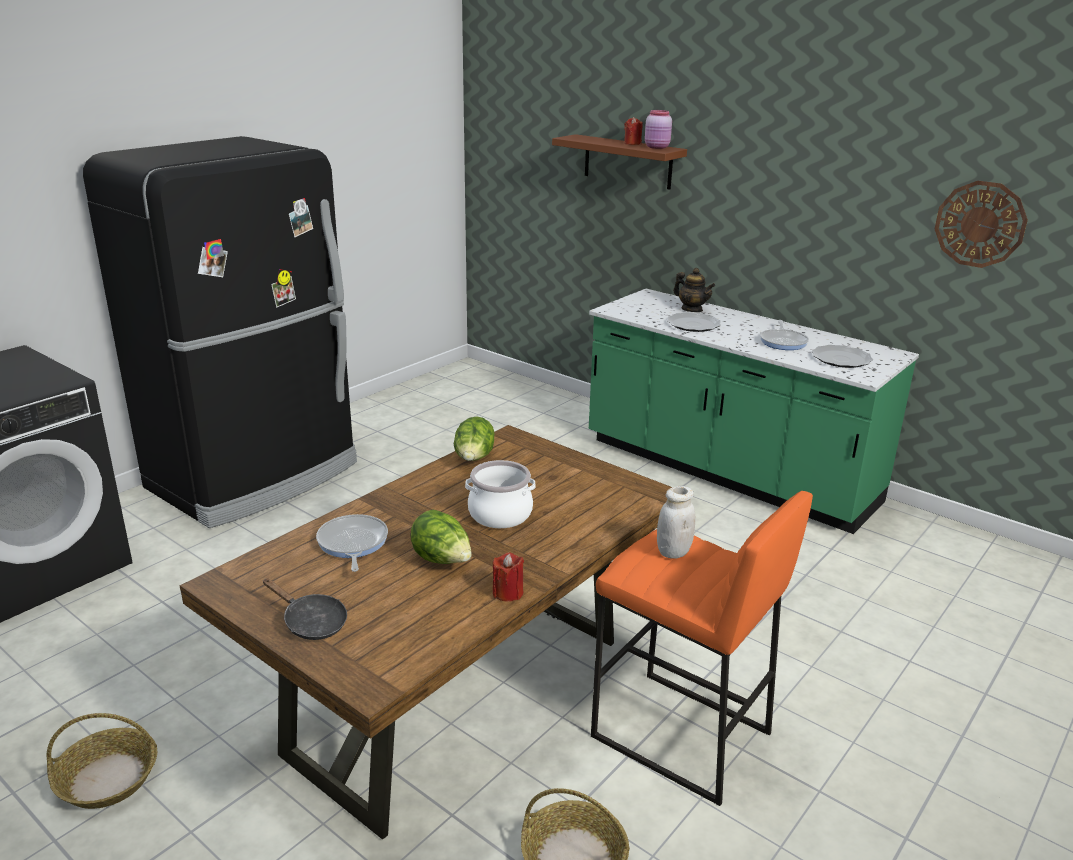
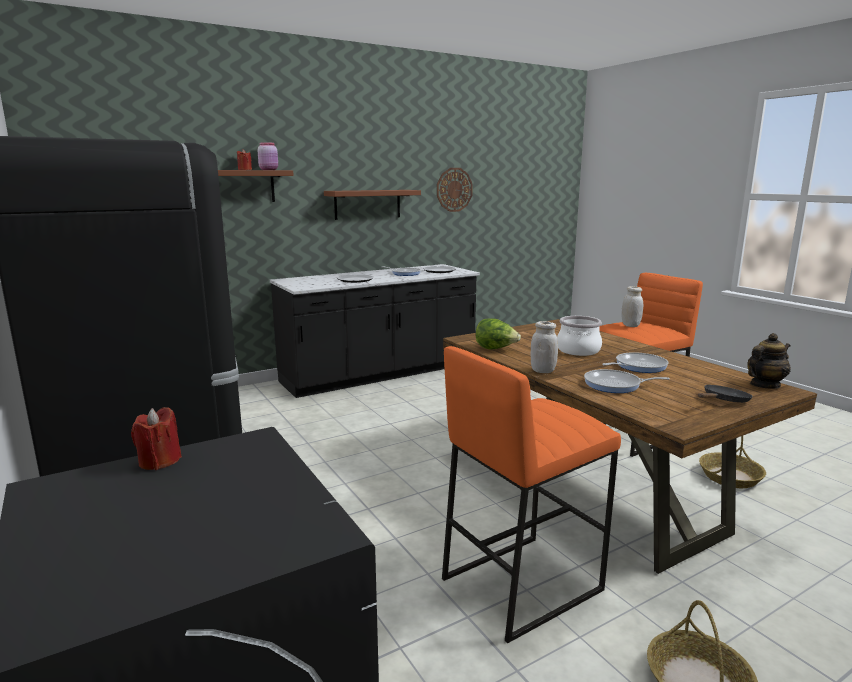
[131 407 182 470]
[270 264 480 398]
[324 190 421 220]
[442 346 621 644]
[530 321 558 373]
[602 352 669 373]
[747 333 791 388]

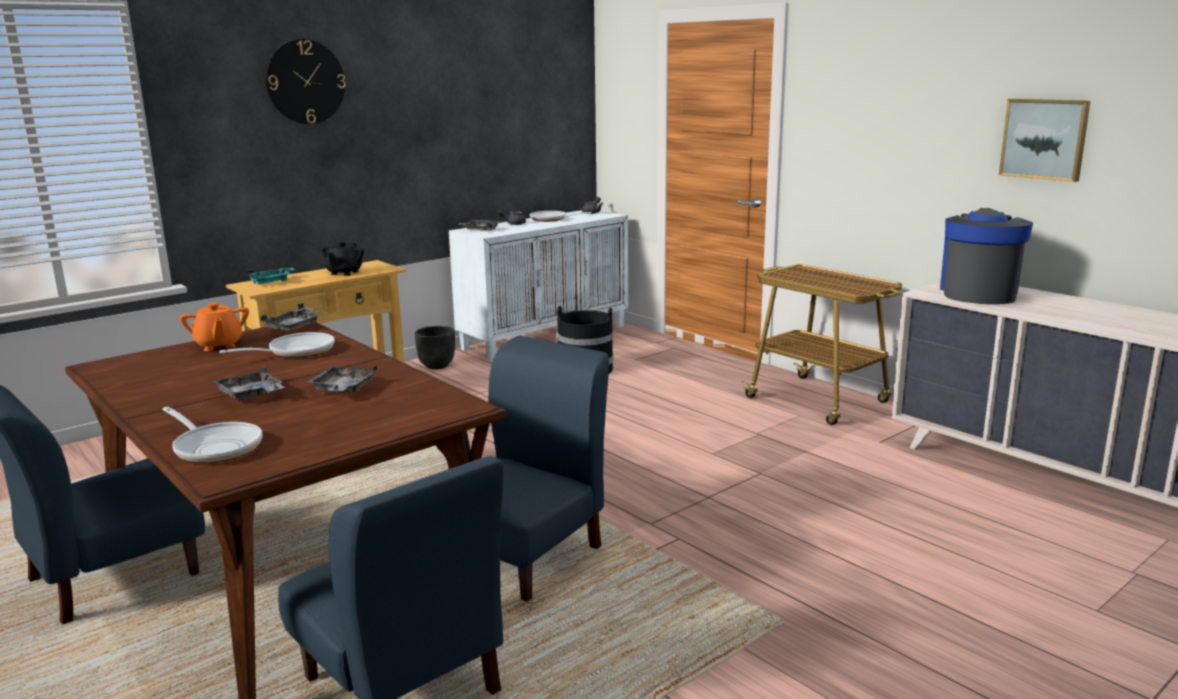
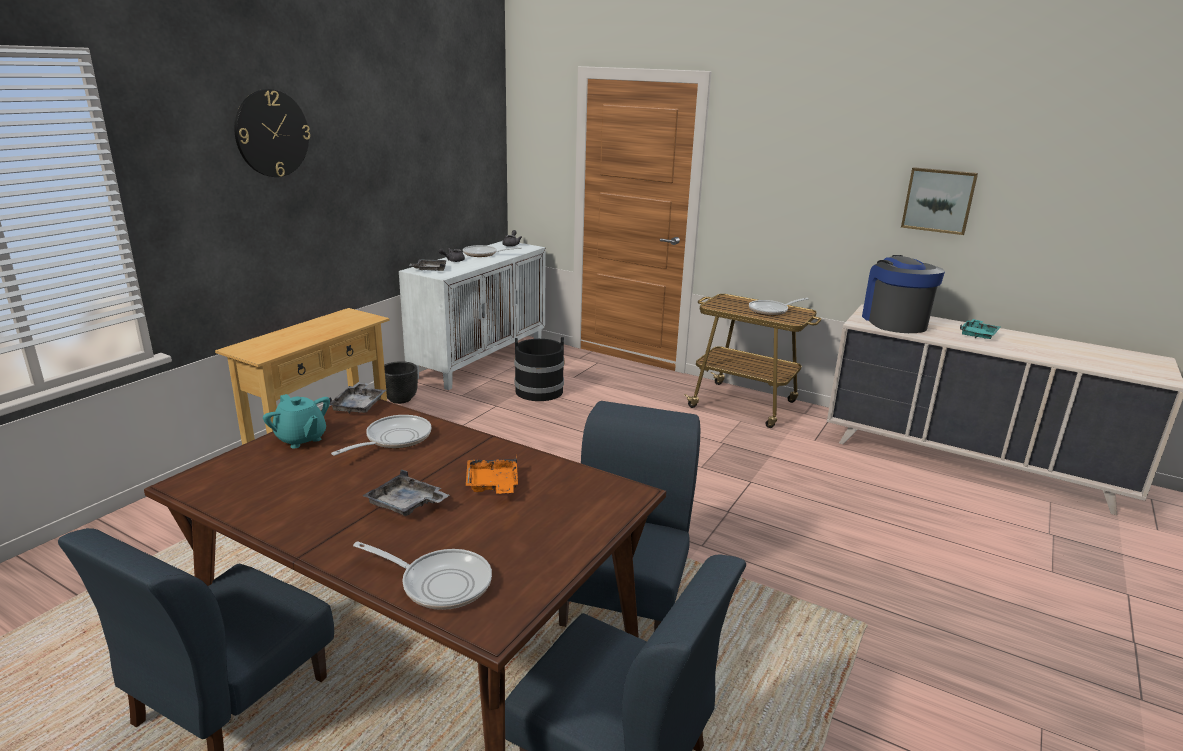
[263 394 330 449]
[466 455 518 494]
[749 298 809 316]
[960 319 1000 339]
[321 241 364 276] (first image)

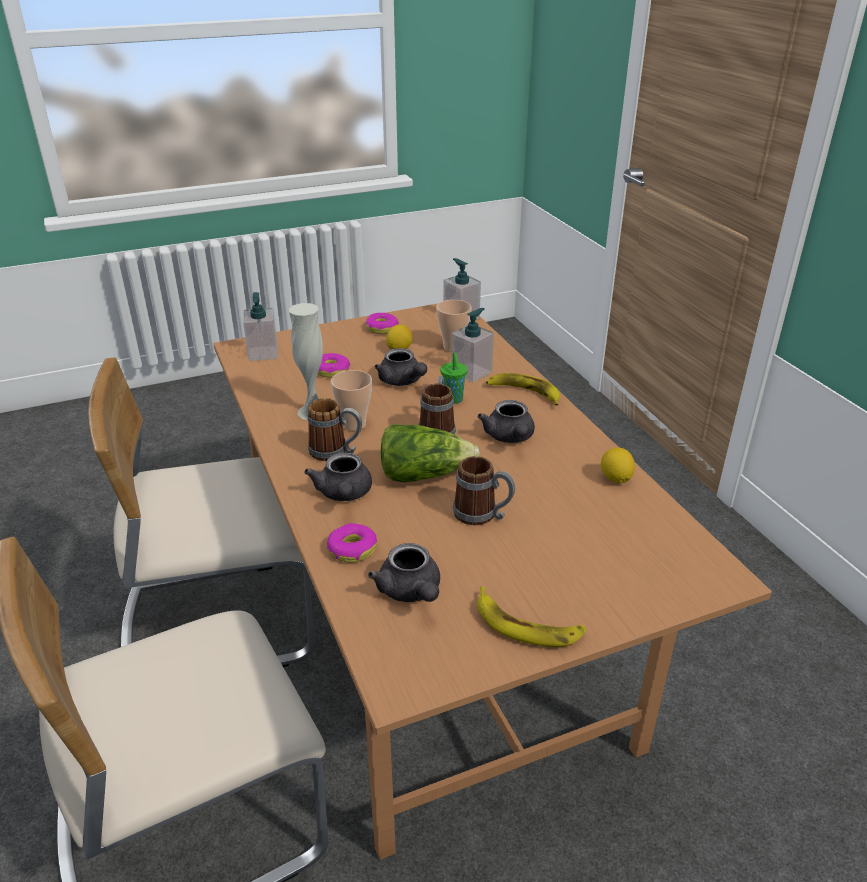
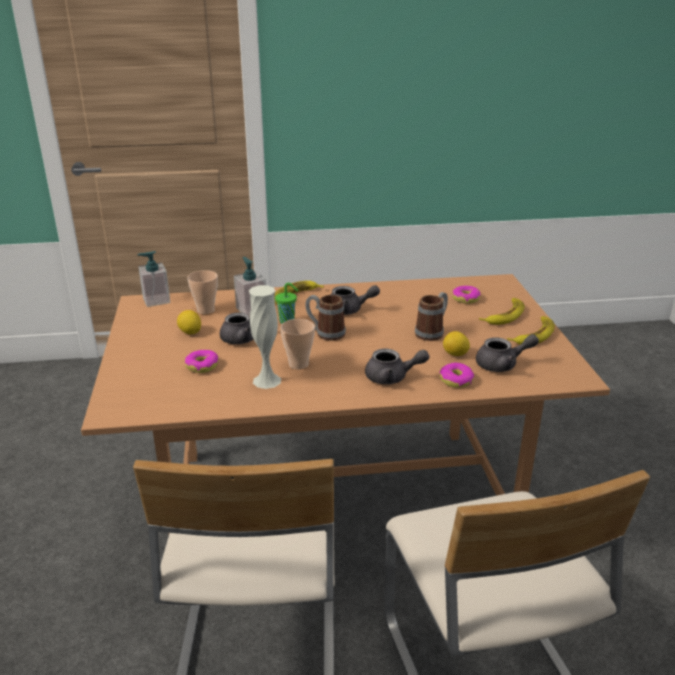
[443 331 470 356]
[452 286 480 304]
[479 298 525 325]
[243 292 278 361] (first image)
[308 398 362 461] (first image)
[380 424 480 482] (first image)

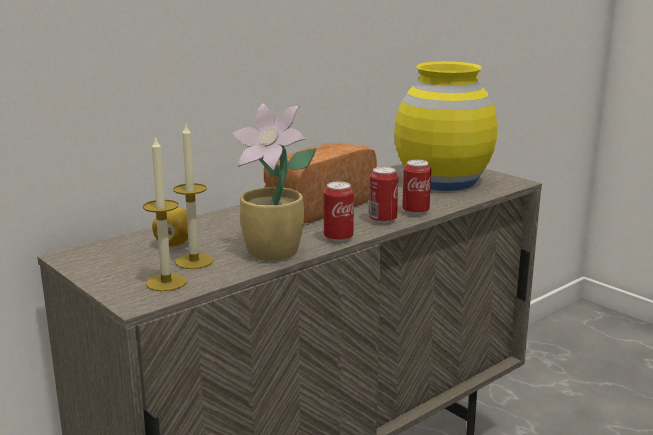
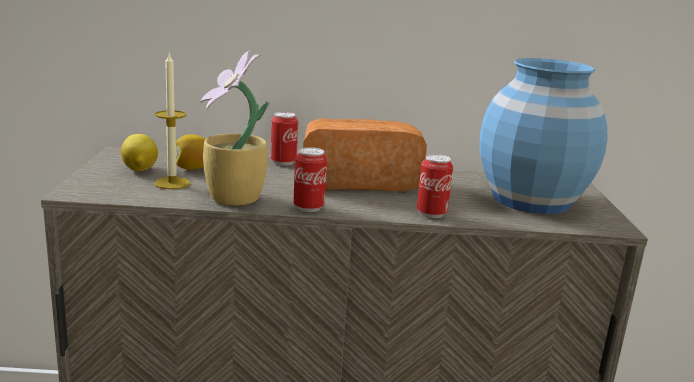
[121 134 158 171]
[271 112 298 166]
[480 58 608 214]
[143 136 187 291] (first image)

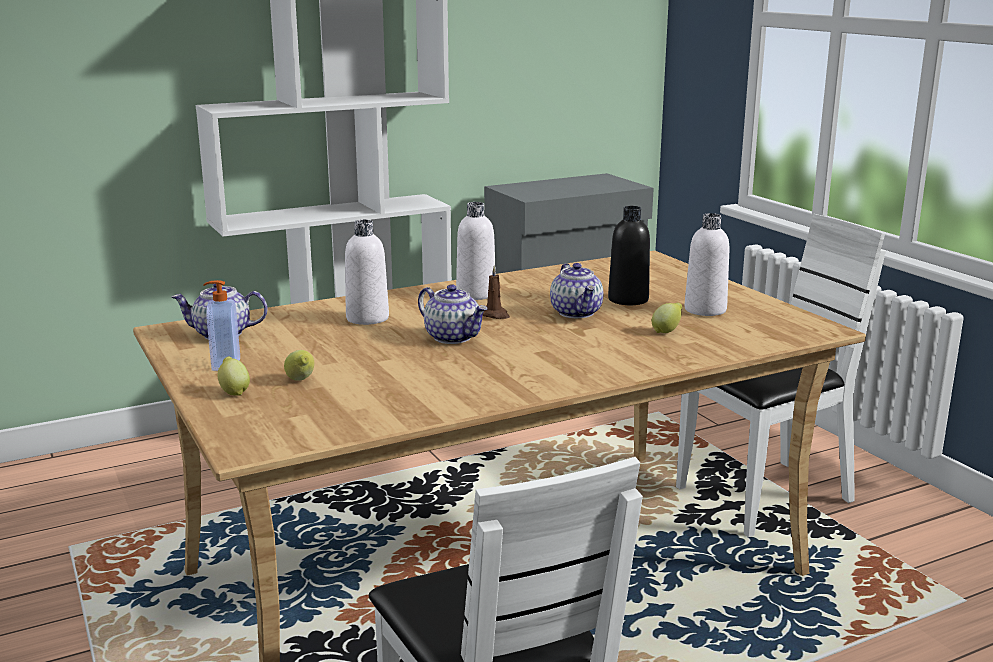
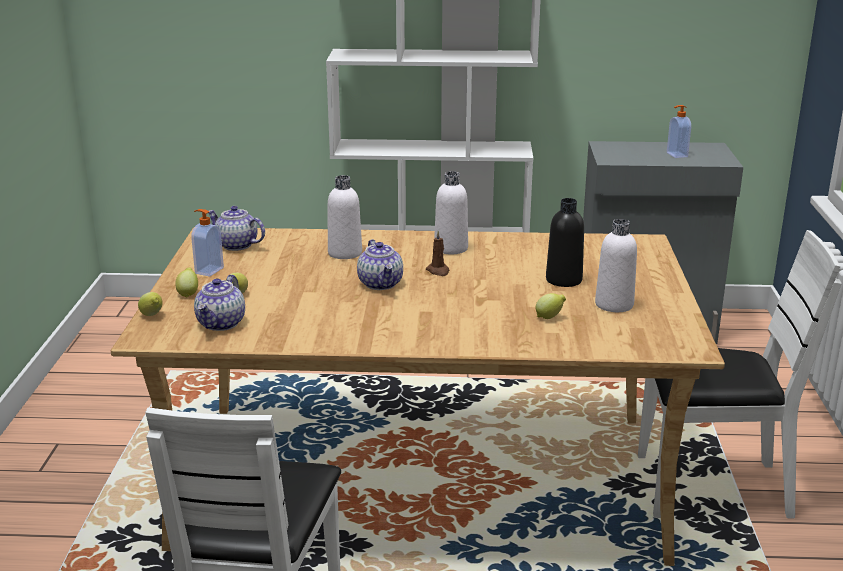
[138 292 163 316]
[194 274 245 331]
[667 105 691 158]

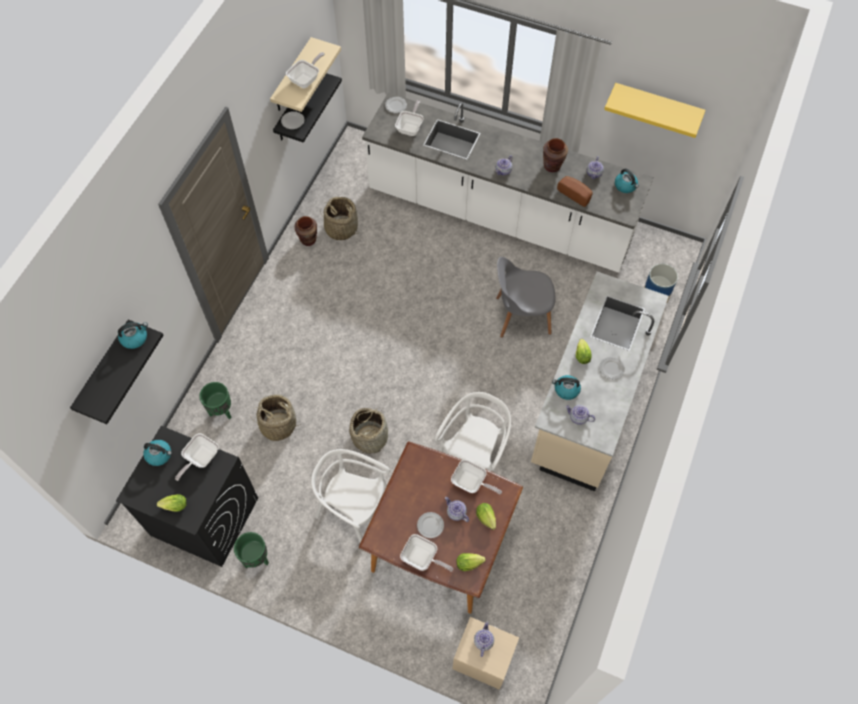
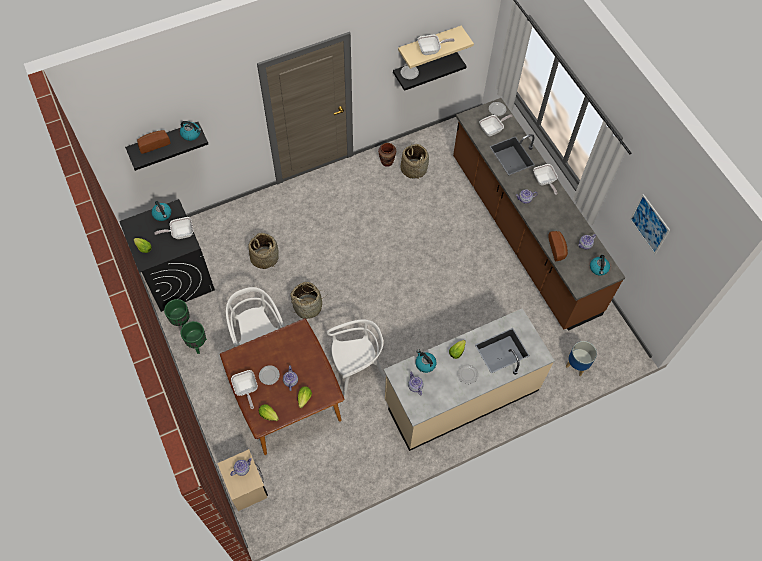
[137 130 171 154]
[181 321 207 354]
[453 98 626 331]
[533 164 558 195]
[630 194 670 254]
[496 257 556 338] (first image)
[543 138 568 172] (first image)

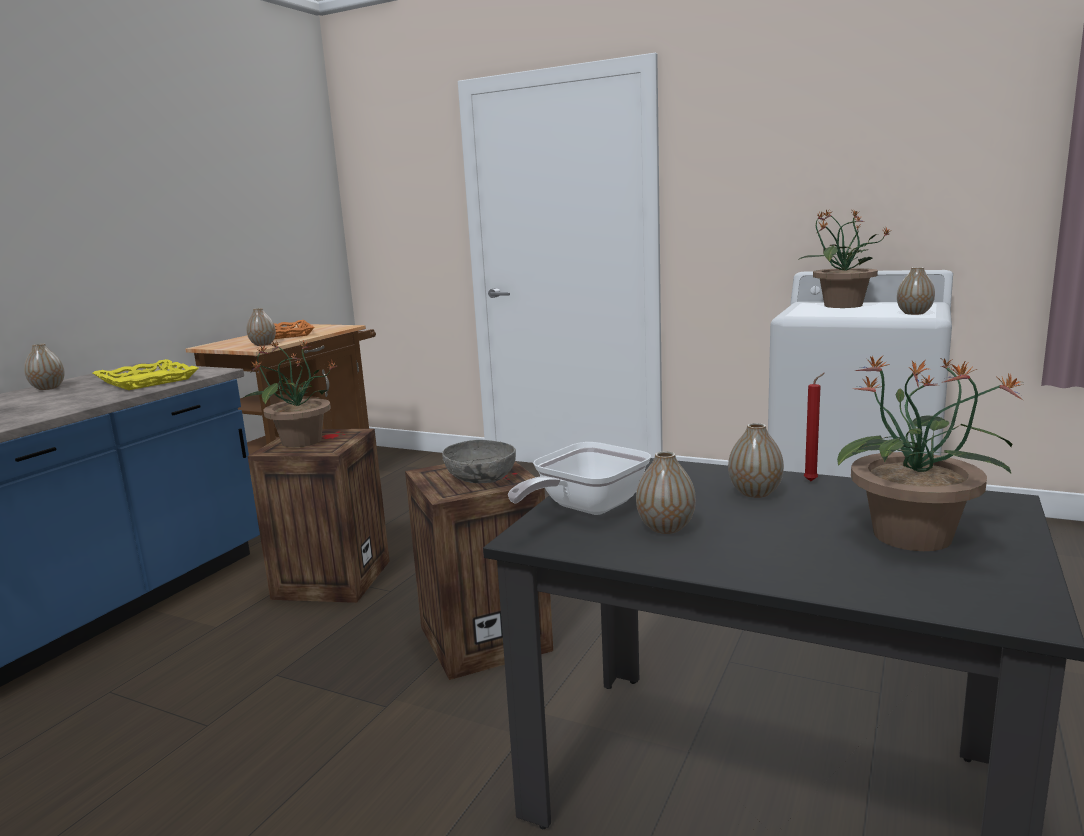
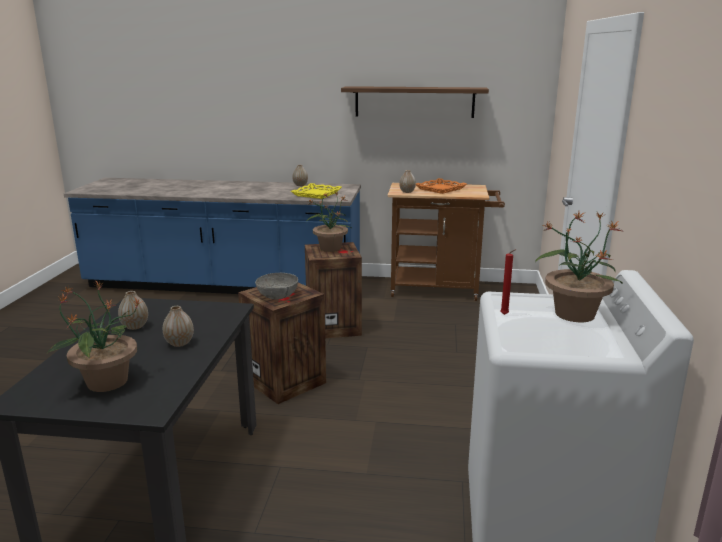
[341 86 489 118]
[500 249 516 315]
[508 442 651 515] (first image)
[897 267 935 315] (first image)

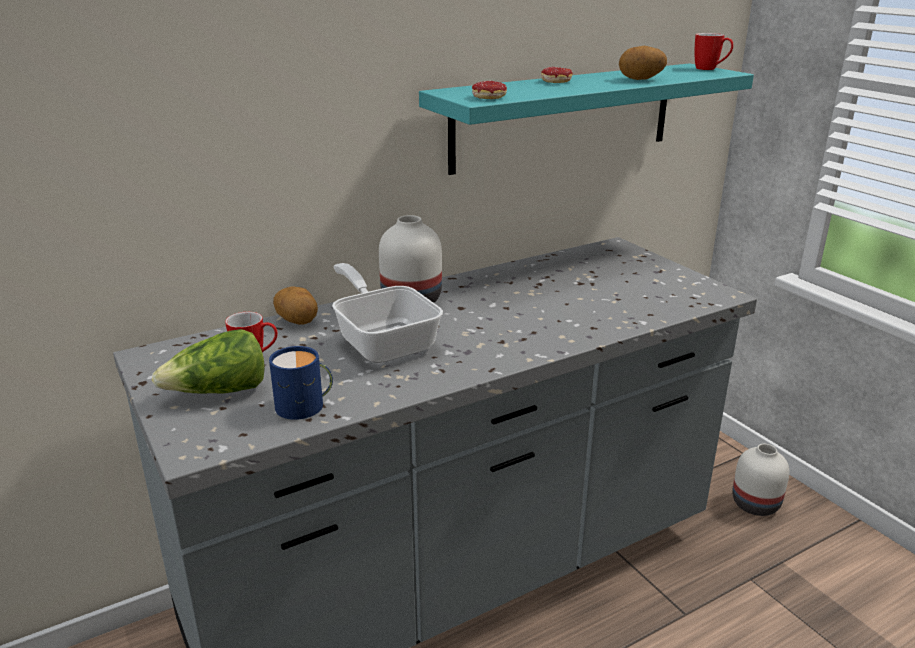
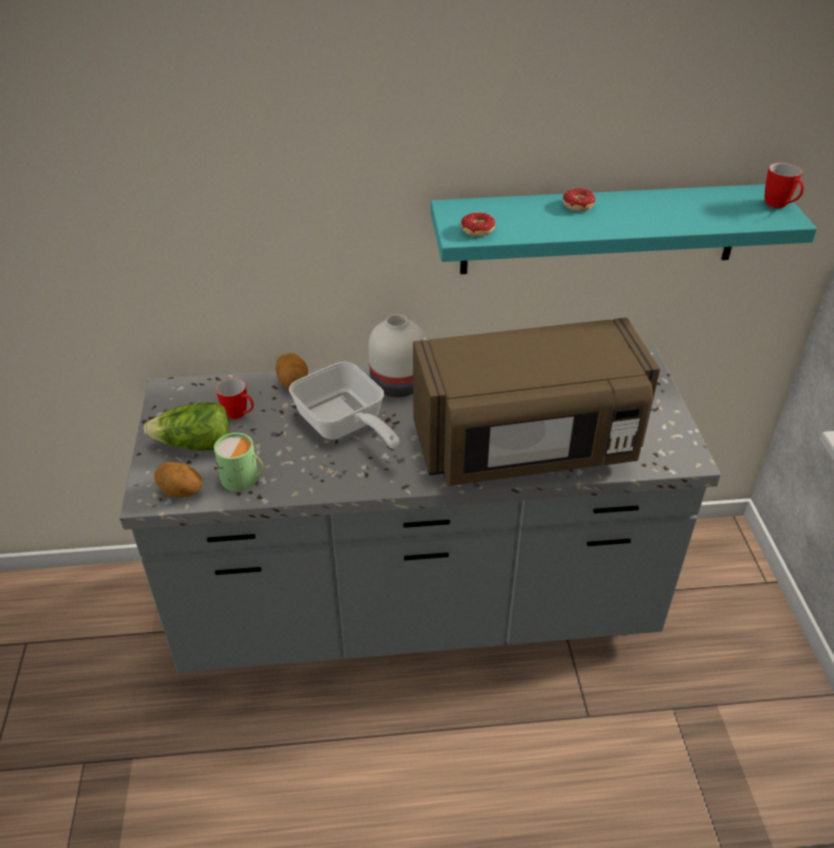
[154 462 202 497]
[214 433 264 492]
[289 362 399 448]
[413 317 660 486]
[732 444 790 516] (first image)

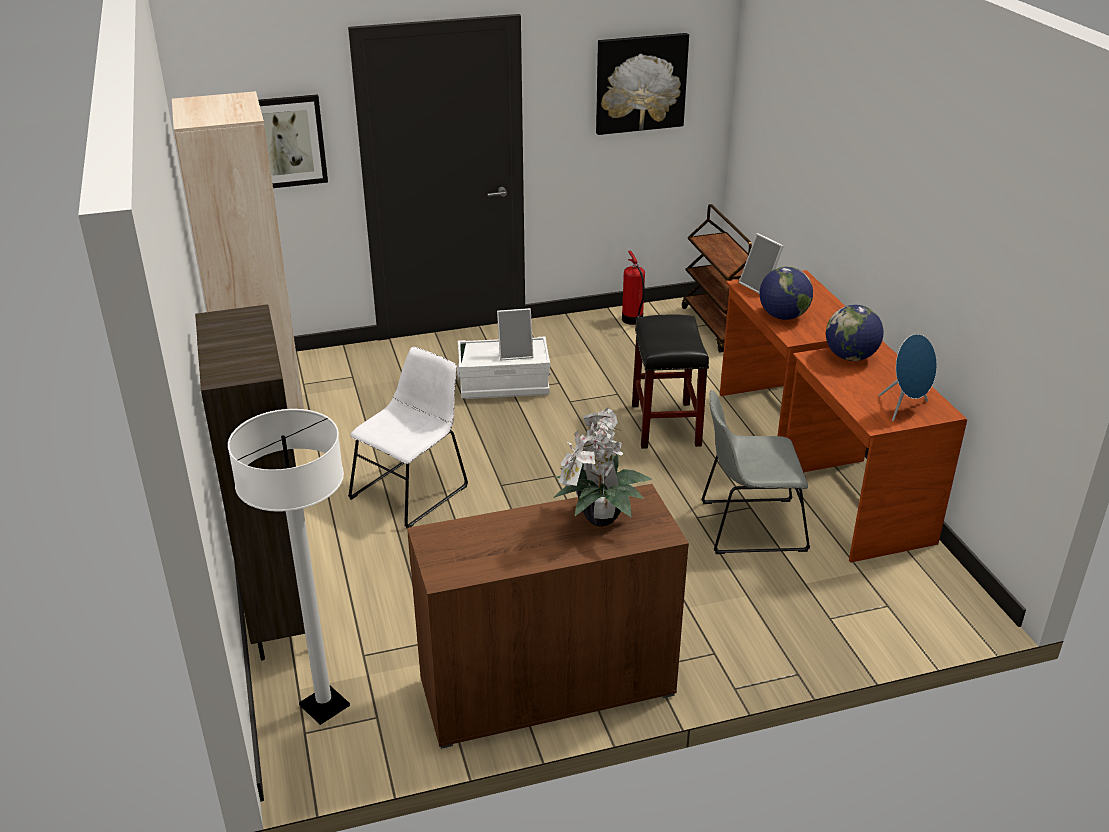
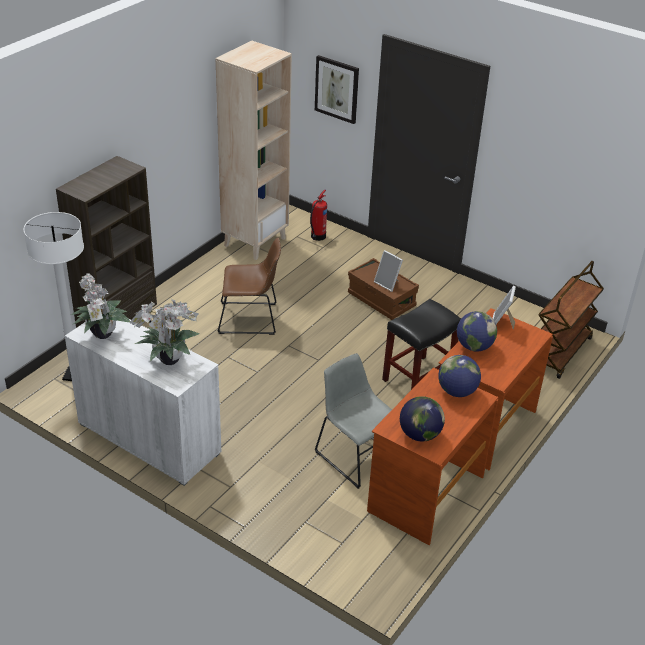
[65 319 221 486]
[71 273 130 339]
[217 238 281 335]
[310 189 327 241]
[348 258 419 320]
[400 396 445 442]
[596 33 689 135] (first image)

